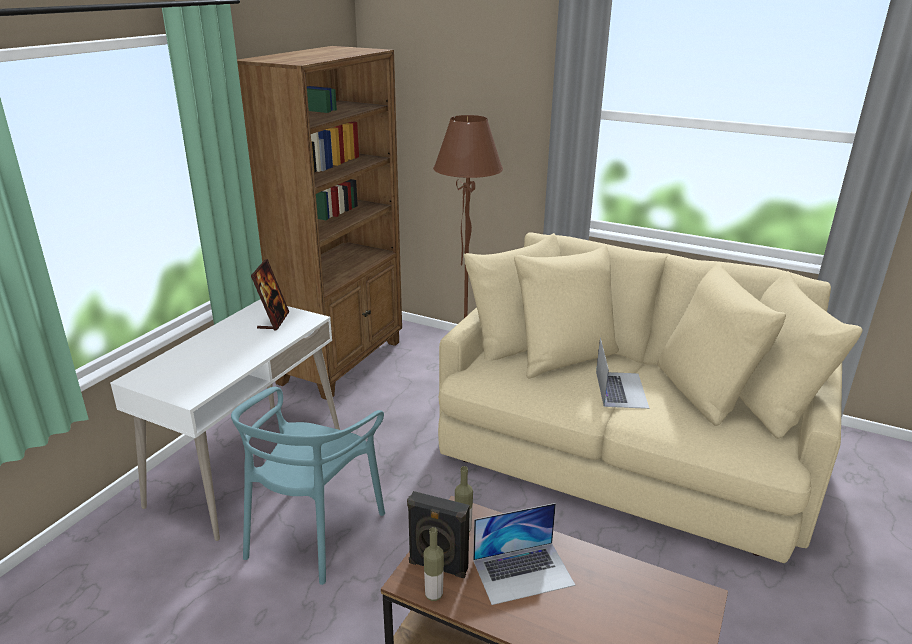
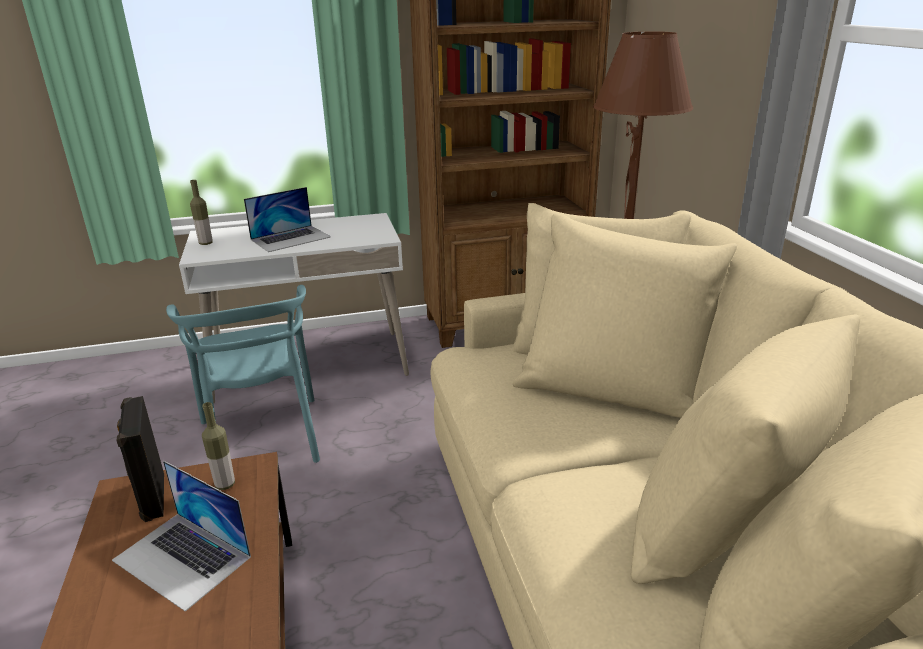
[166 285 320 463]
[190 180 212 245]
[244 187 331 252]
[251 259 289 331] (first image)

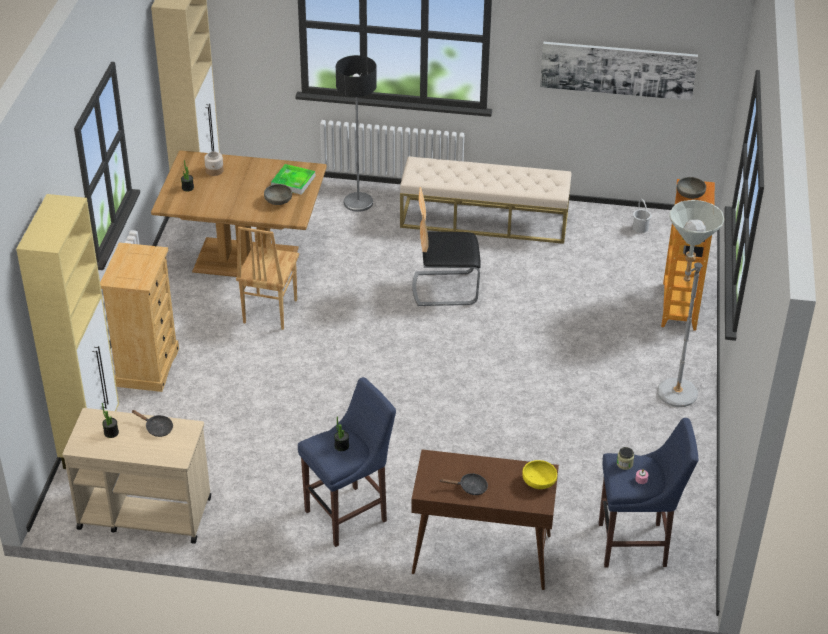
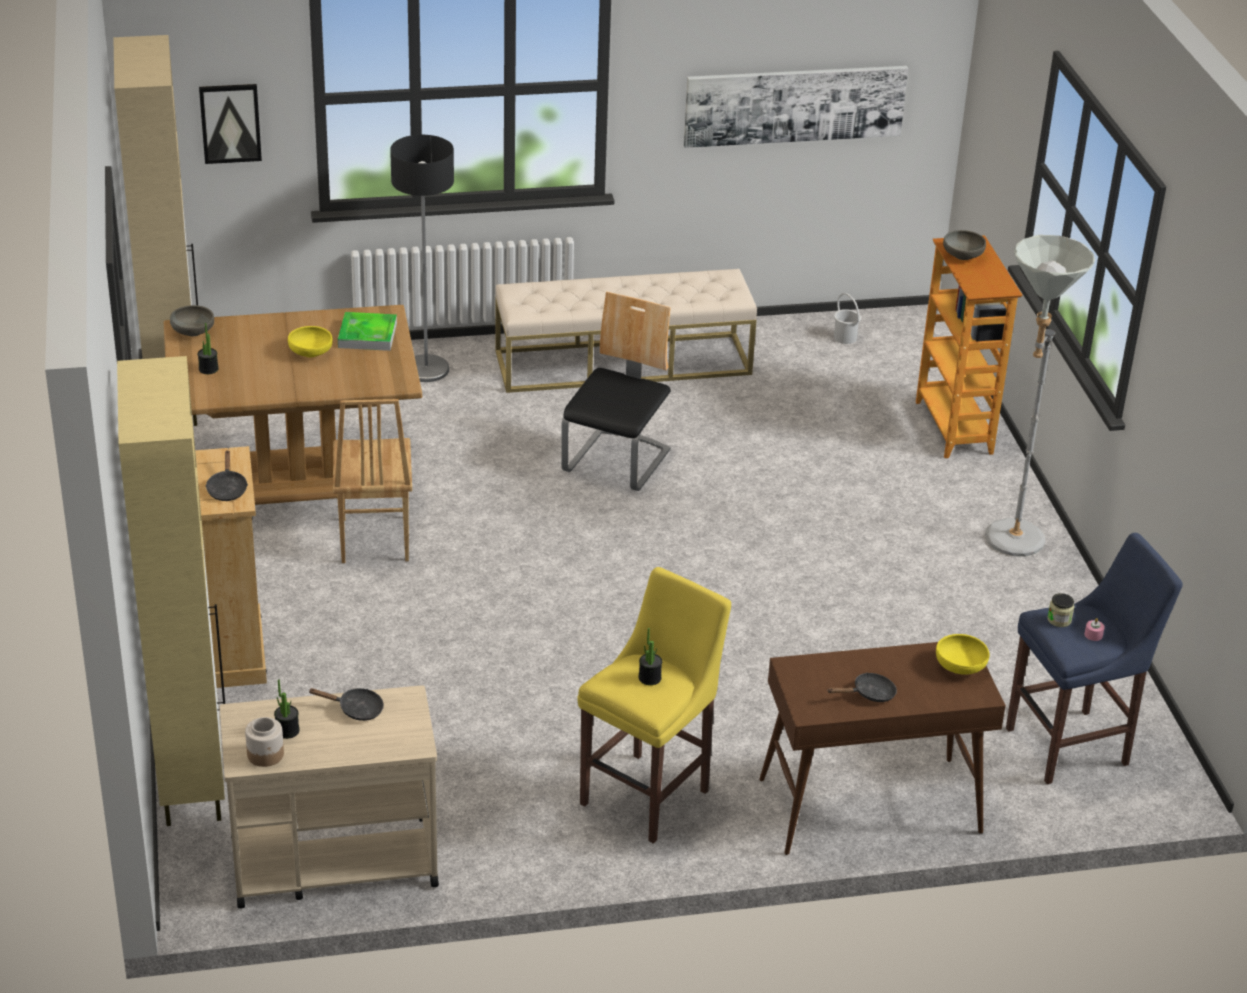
[170 305 214 336]
[199 84 262 164]
[205 450 248 501]
[245 717 284 767]
[288 326 333 357]
[561 291 671 491]
[577 567 731 844]

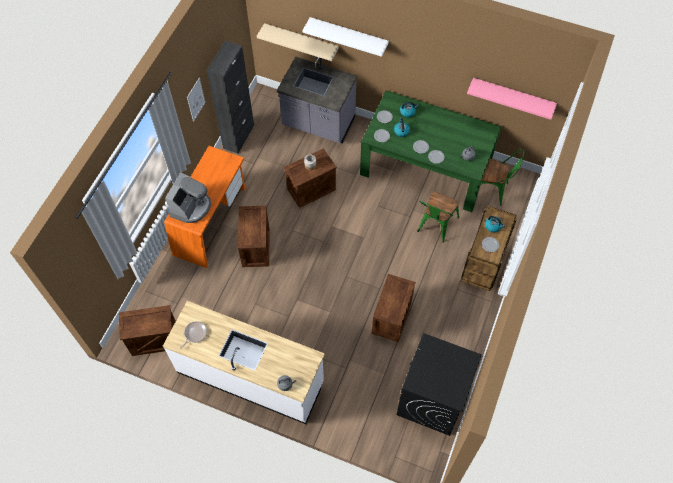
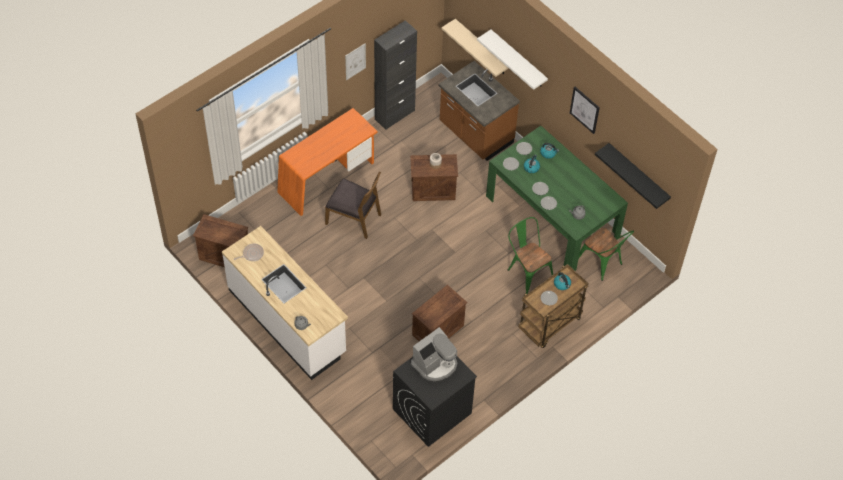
[325 171 381 239]
[411 327 457 381]
[439 61 520 161]
[508 217 553 294]
[570 87 600 134]
[595 143 671 209]

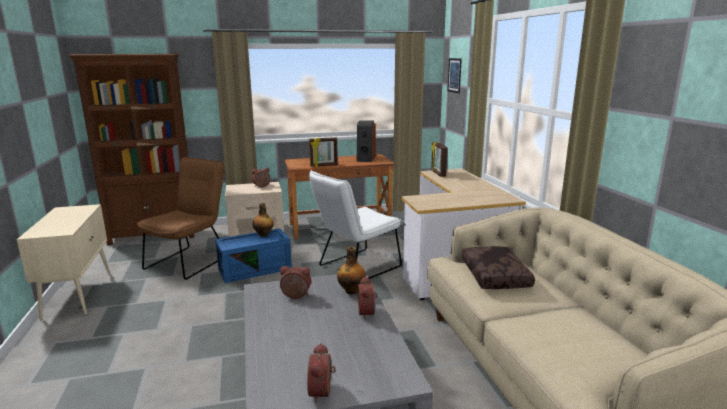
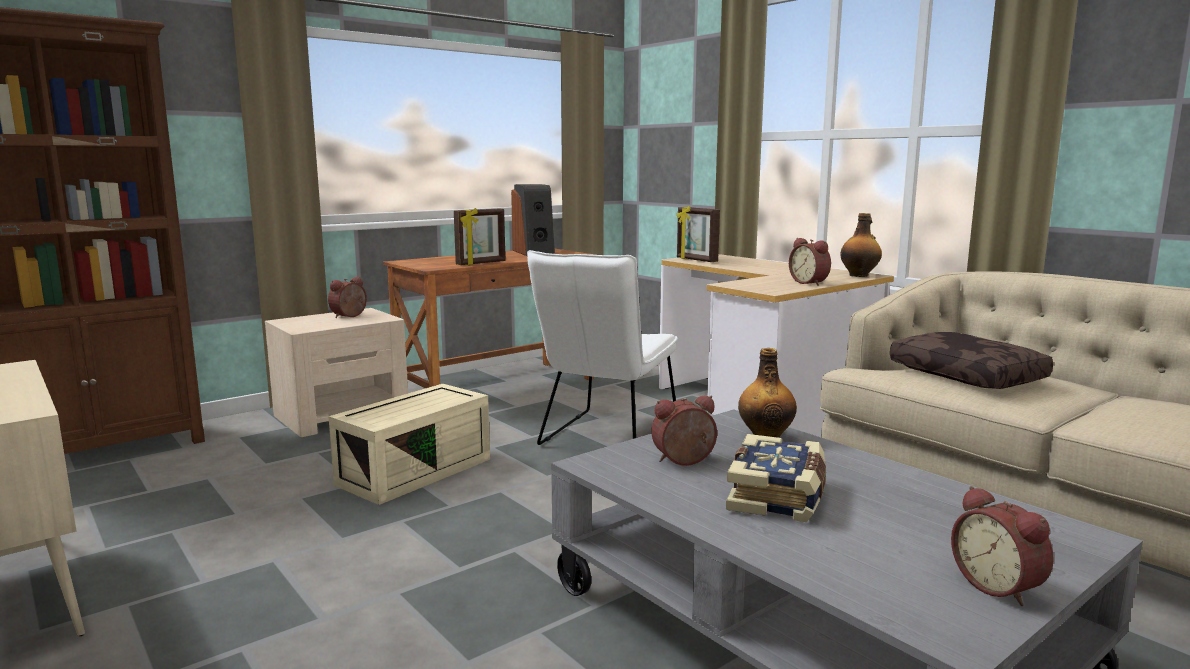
[328 384 490 505]
[726 434 826 522]
[789 238 831 286]
[840 213 882 277]
[137 157 224 280] (first image)
[447 58 462 93] (first image)

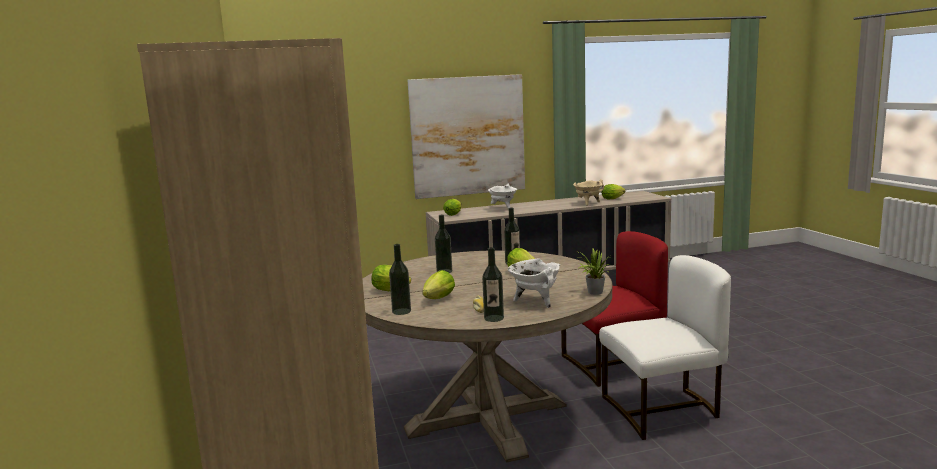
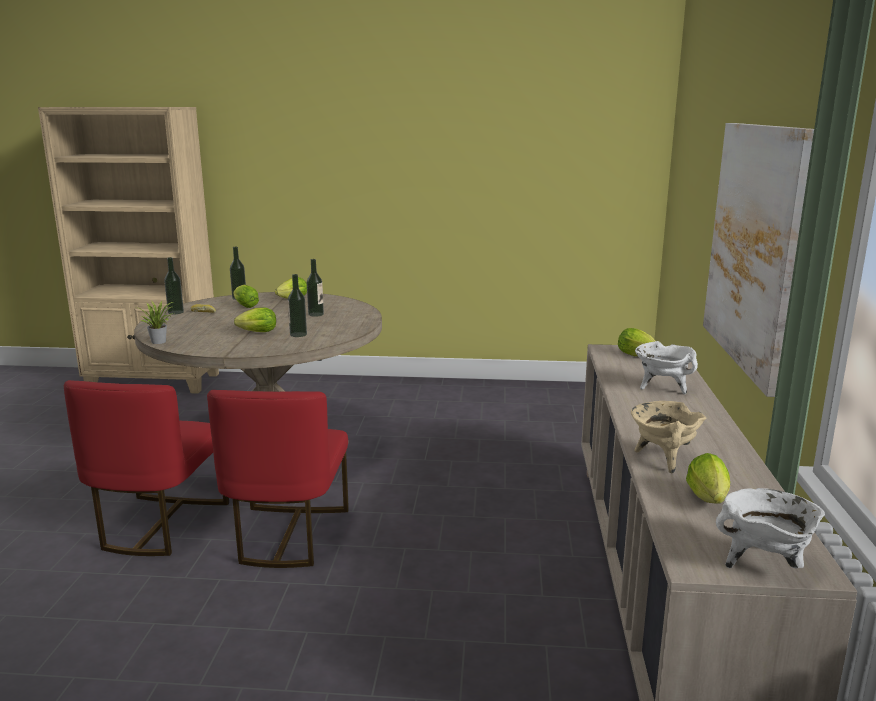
[64 380 229 556]
[716 488 825 568]

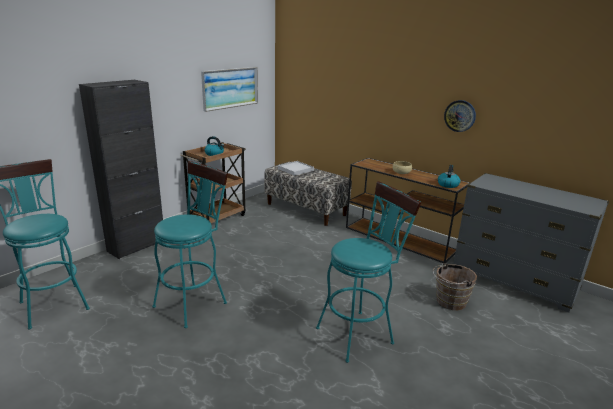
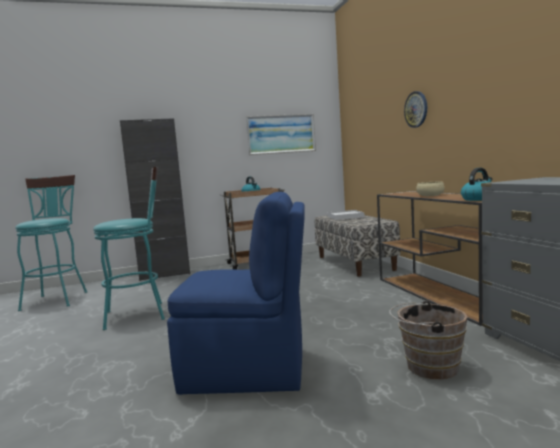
[167 192 305 395]
[404 91 427 128]

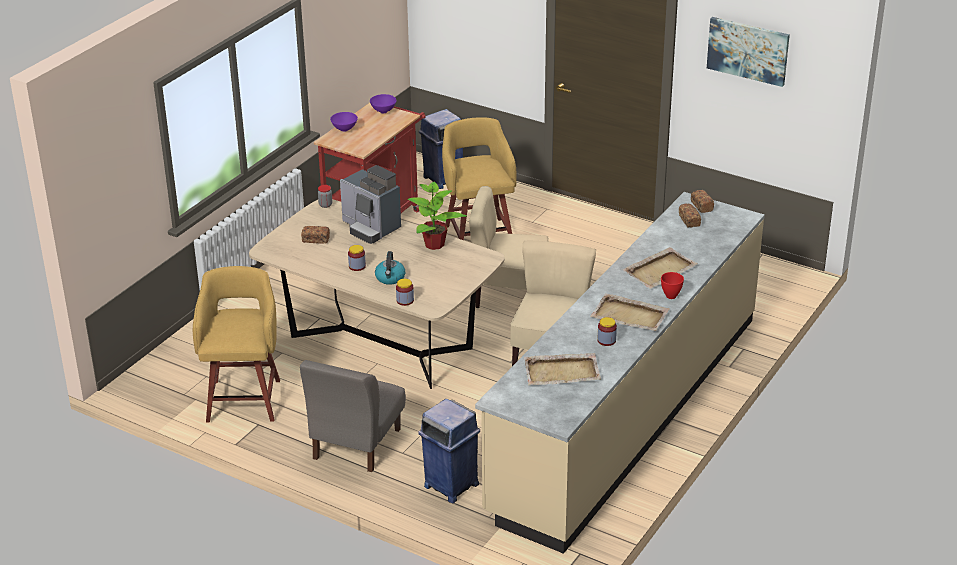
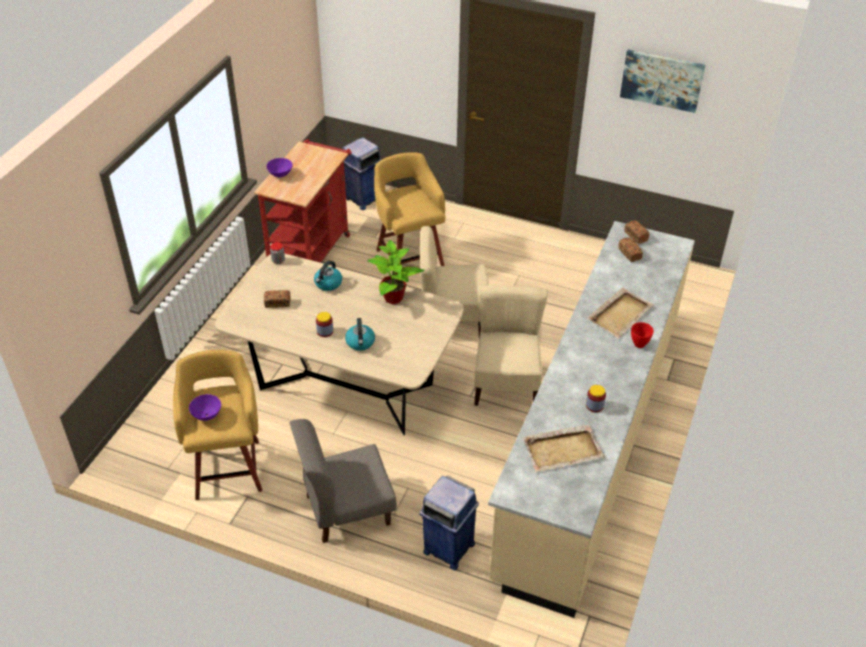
[189 394 221 421]
[289 419 397 543]
[314 261 342 291]
[396 279 414 306] (first image)
[590 293 670 331] (first image)

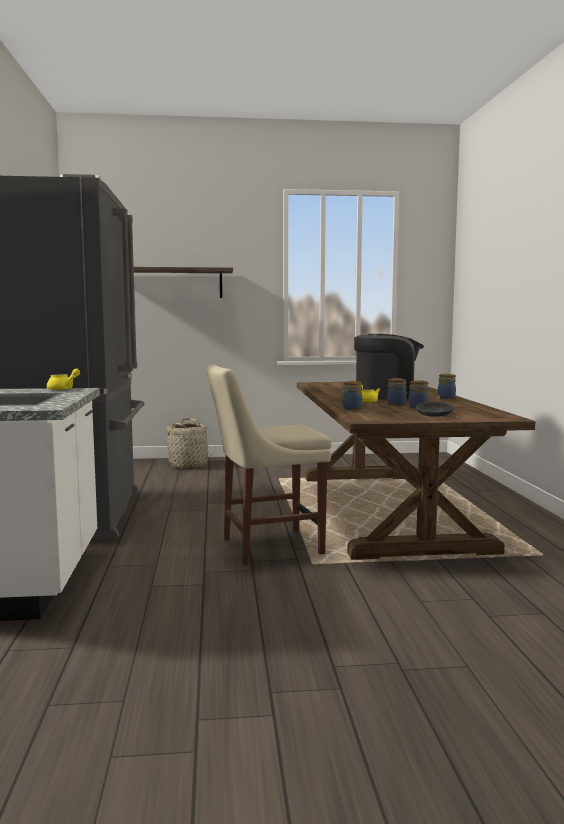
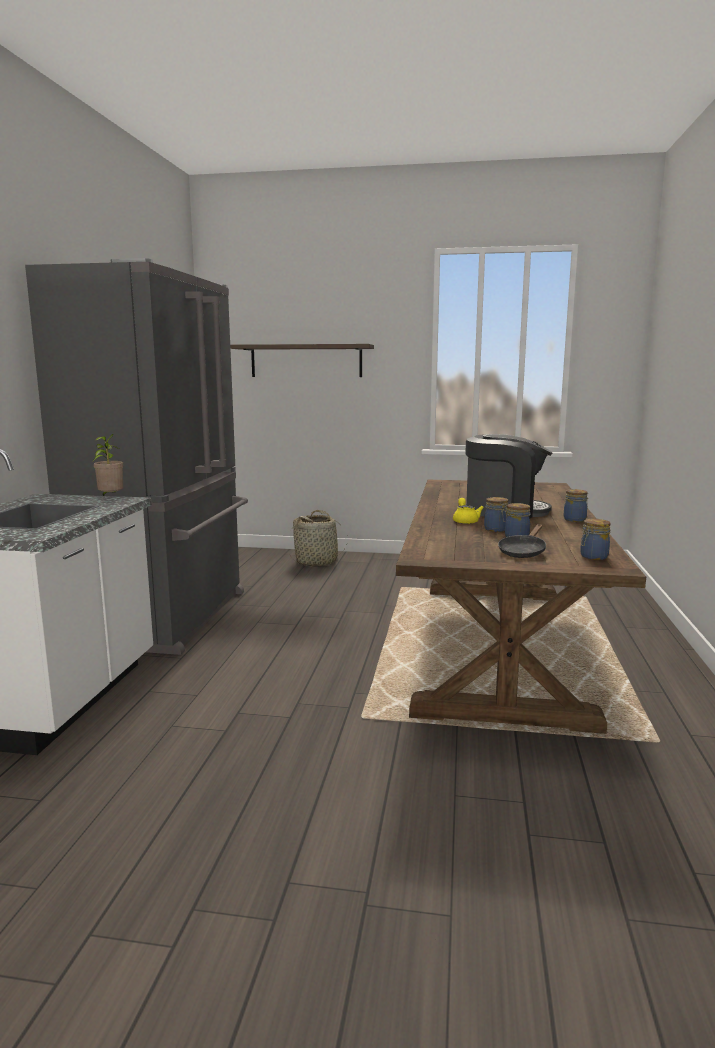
[92 434 123 496]
[580 519 611 560]
[206 364 332 565] (first image)

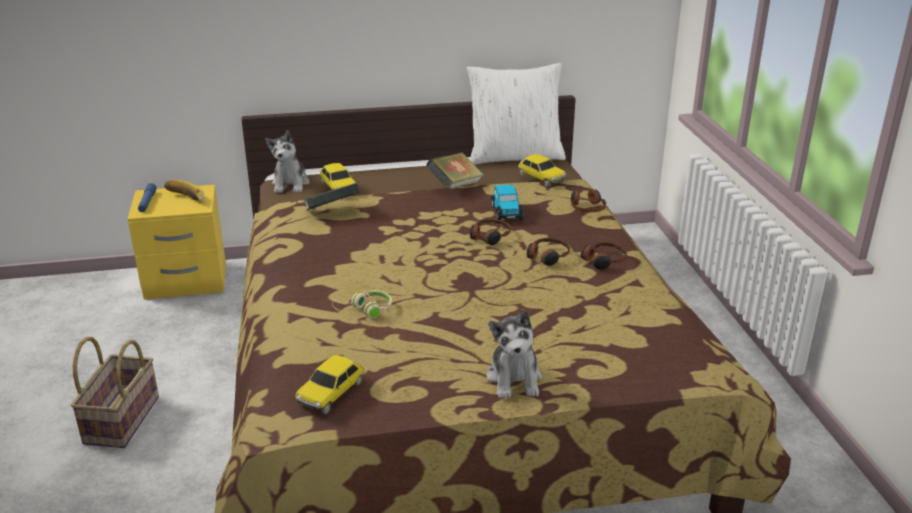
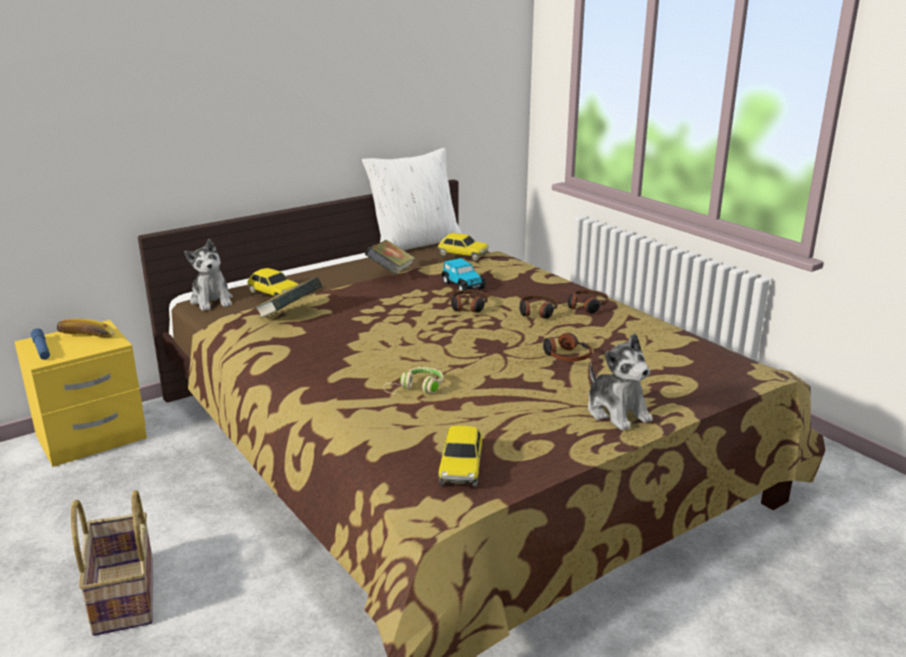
[543 333 592 362]

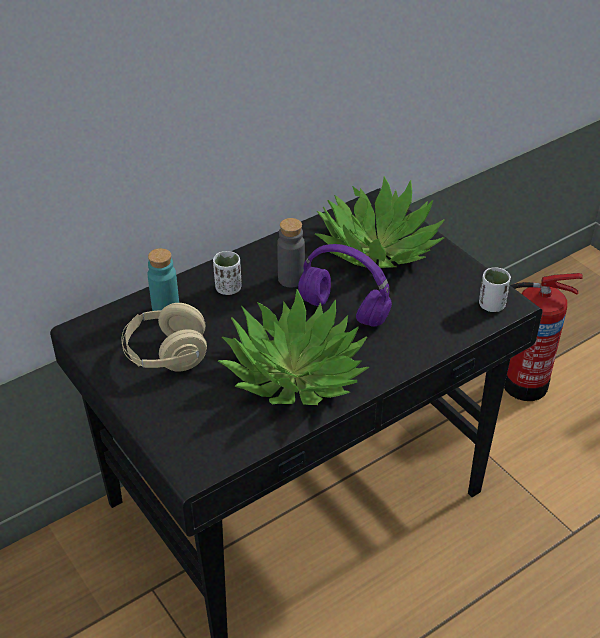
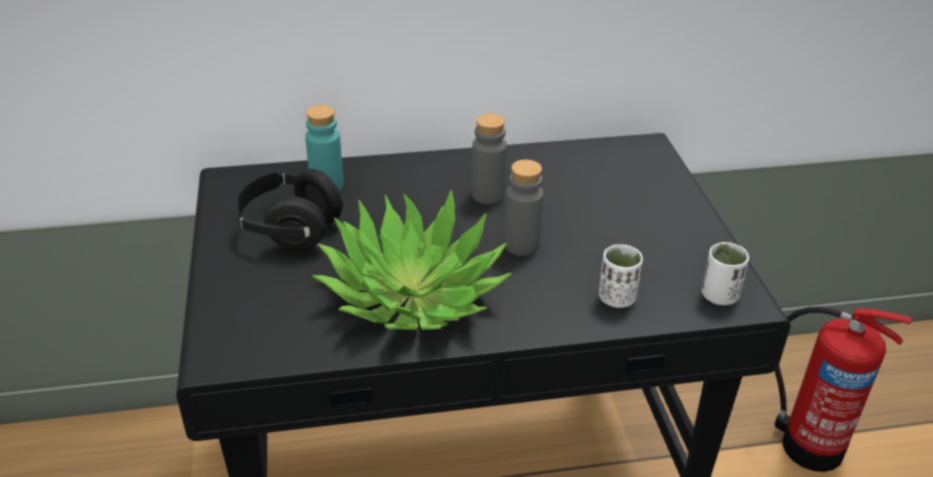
[234 169 344 250]
[504 159 544 256]
[599 244 643 308]
[315 176 445 268] (first image)

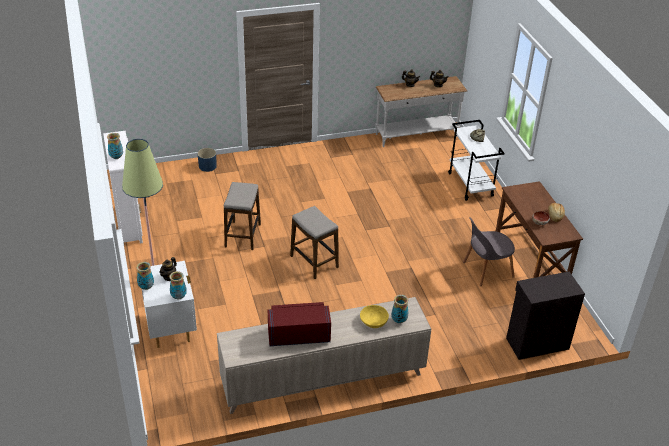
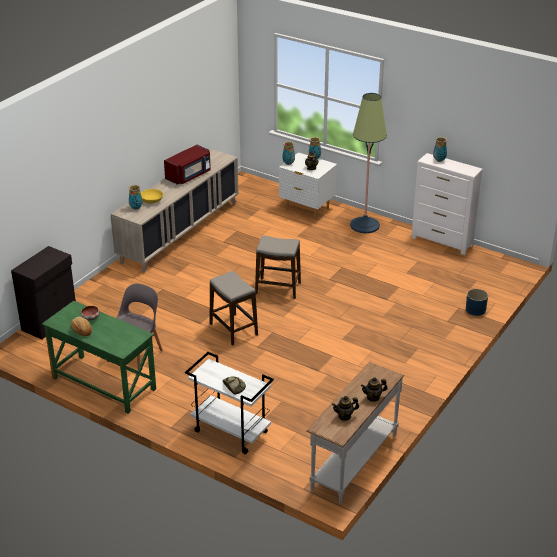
[42 301 156 414]
[210 271 258 346]

